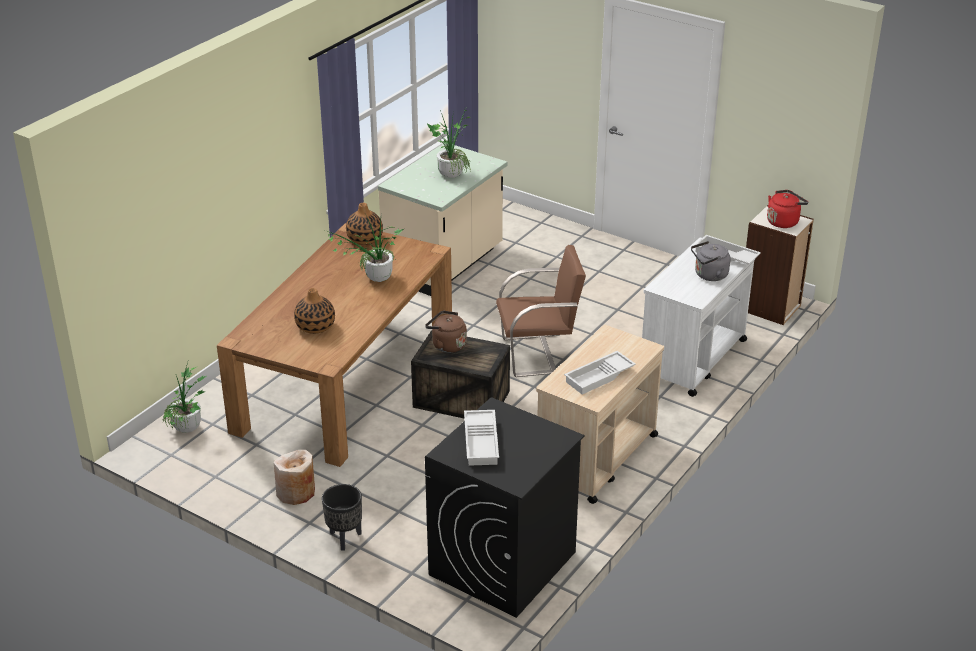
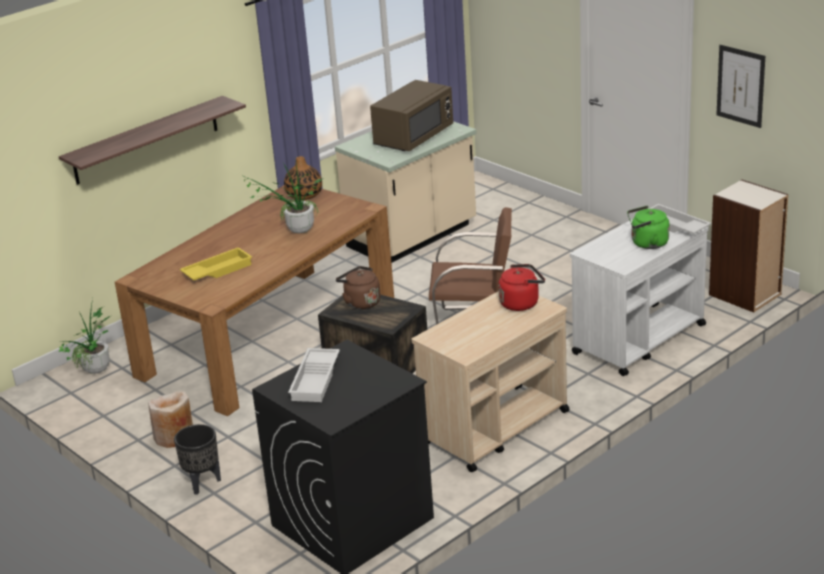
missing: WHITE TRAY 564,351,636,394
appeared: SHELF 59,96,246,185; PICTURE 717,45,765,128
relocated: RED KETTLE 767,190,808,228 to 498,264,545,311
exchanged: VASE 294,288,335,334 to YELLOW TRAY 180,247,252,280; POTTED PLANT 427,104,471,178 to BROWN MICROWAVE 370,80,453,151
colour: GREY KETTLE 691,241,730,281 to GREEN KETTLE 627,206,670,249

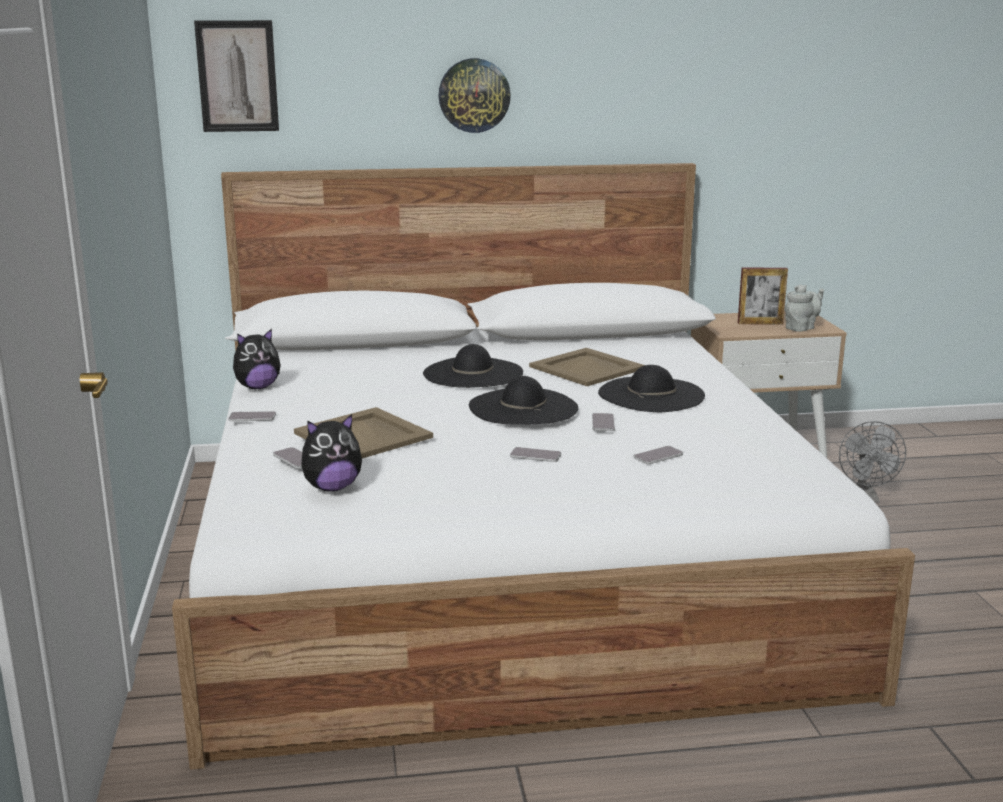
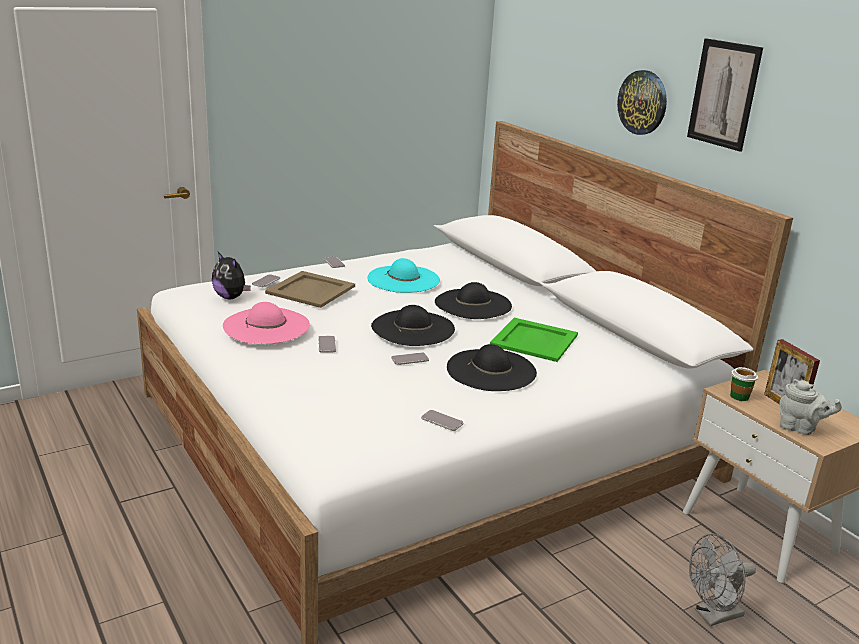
missing: PLUSH TOY 233,329,280,389
appeared: PINK HAT 223,302,310,344; TURQUOISE HAT 368,258,440,293; CUP 730,367,758,401
relocated: PHONE 634,446,683,464 to 421,410,464,431; PICTURE 194,20,279,132 to 687,38,763,152
colour: BEIGE TRAY 529,348,645,386 to GREEN TRAY 490,318,578,362

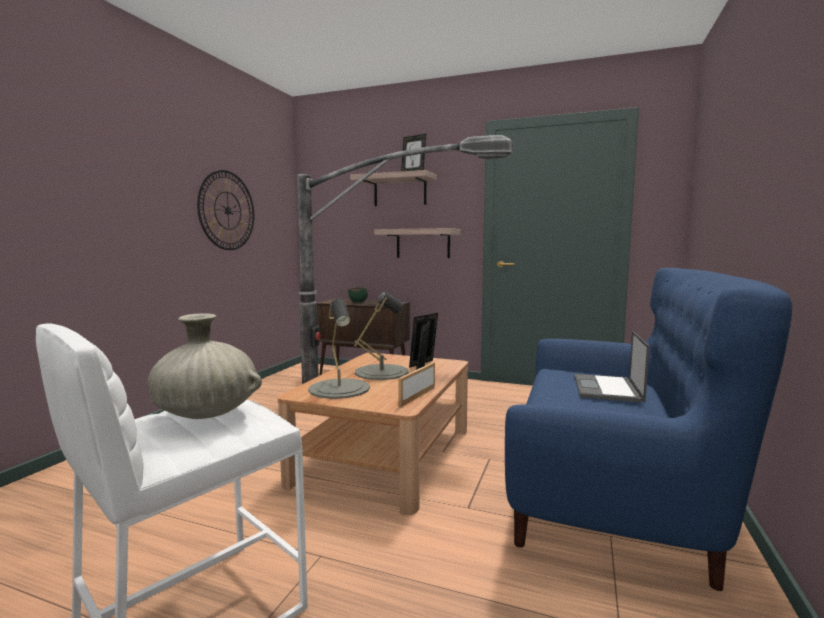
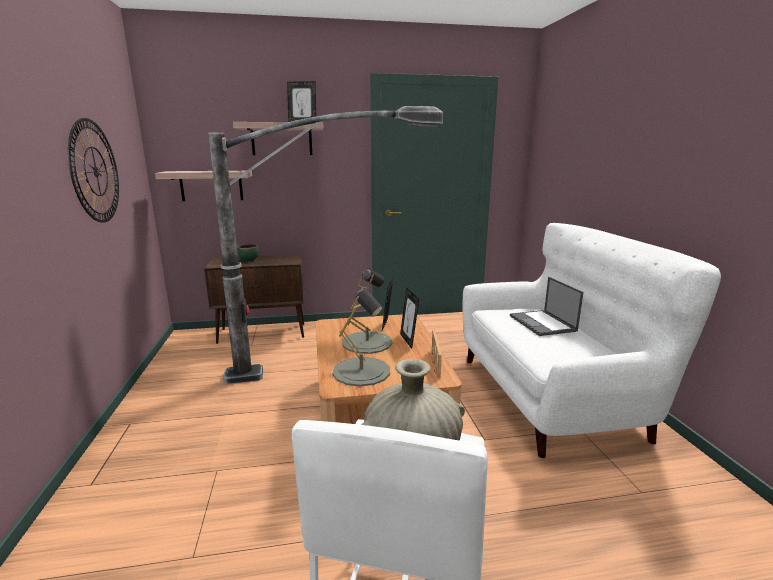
relocated: SHELF 374,228,461,258 to 155,171,252,201
colour: BLUE SOFA 505,268,792,591 to WHITE SOFA 463,223,721,458

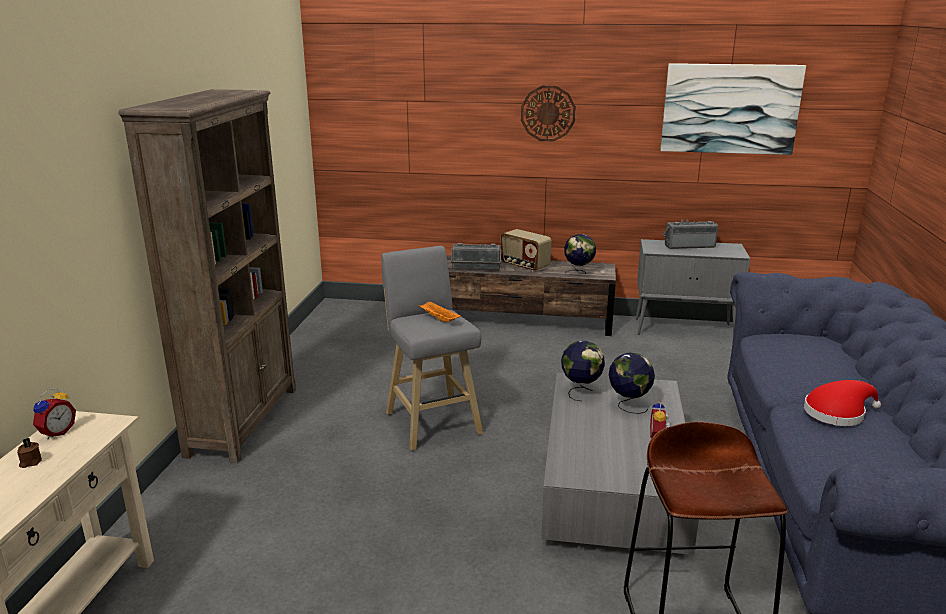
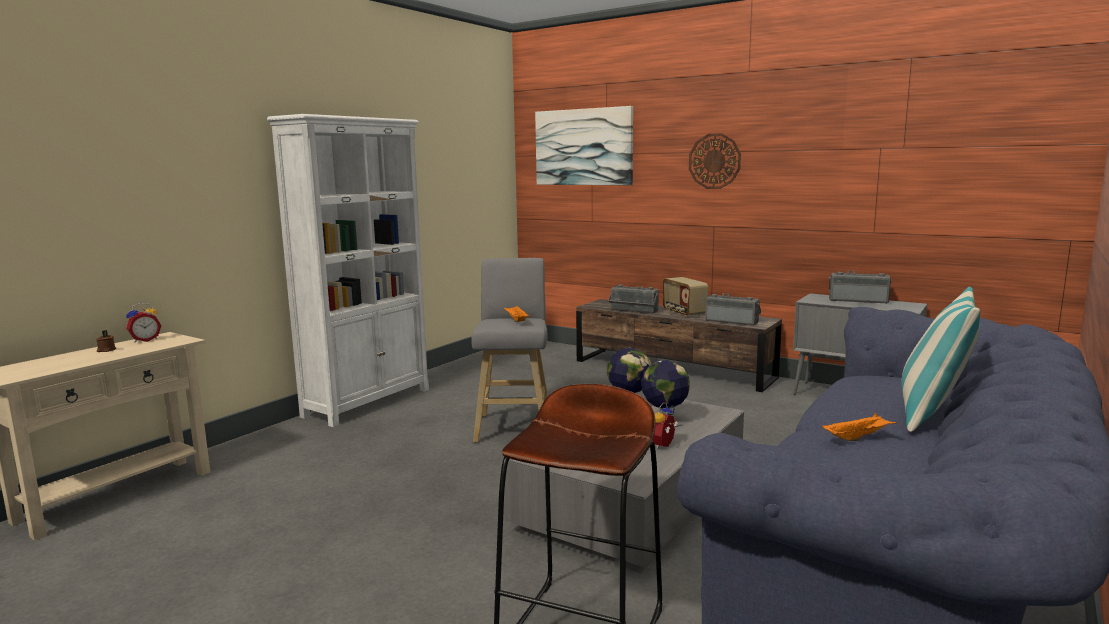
appeared: PILLOW 901,287,980,432
relocated: PICTURE 660,63,806,155 to 535,106,633,185
exchanged: GLOBE 564,234,596,274 to RADIO 705,293,761,326; RED HAT 804,380,881,426 to ORANGE TRAY 822,413,896,441
colour: BROWN BOOKCASE 118,89,296,463 to WHITE BOOKCASE 267,114,429,427

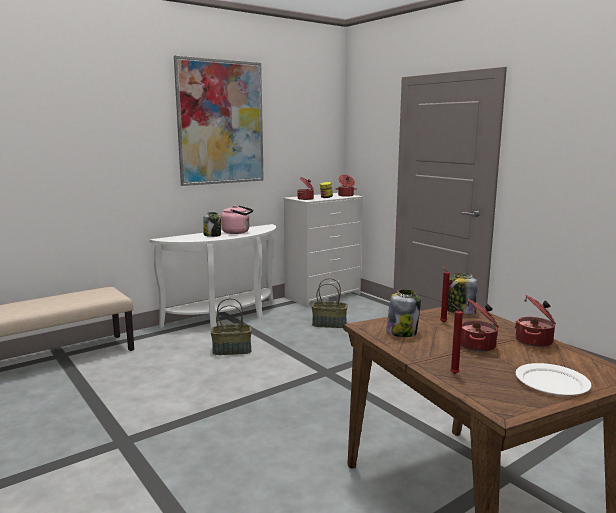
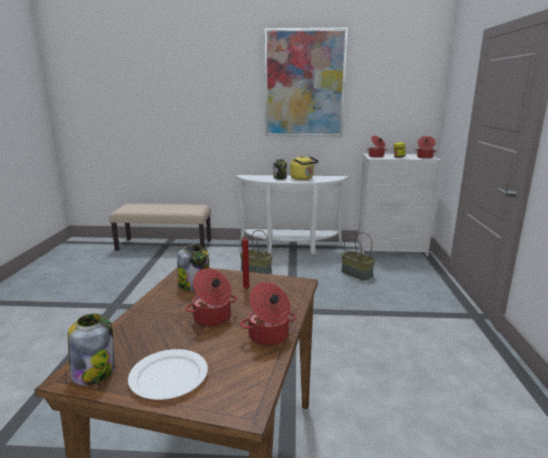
missing: RED CANDLE 450,303,463,374
relocated: JAR 447,273,478,315 to 68,314,114,385
colour: PINK KETTLE 221,206,253,234 to YELLOW KETTLE 290,156,319,180

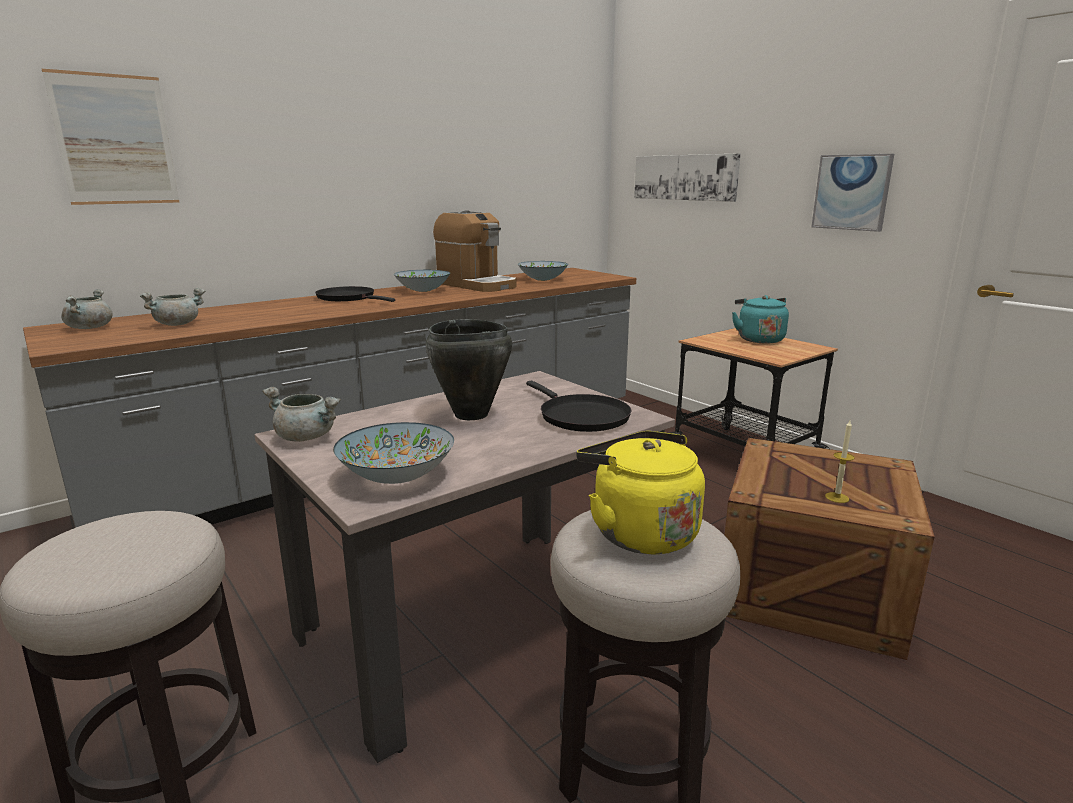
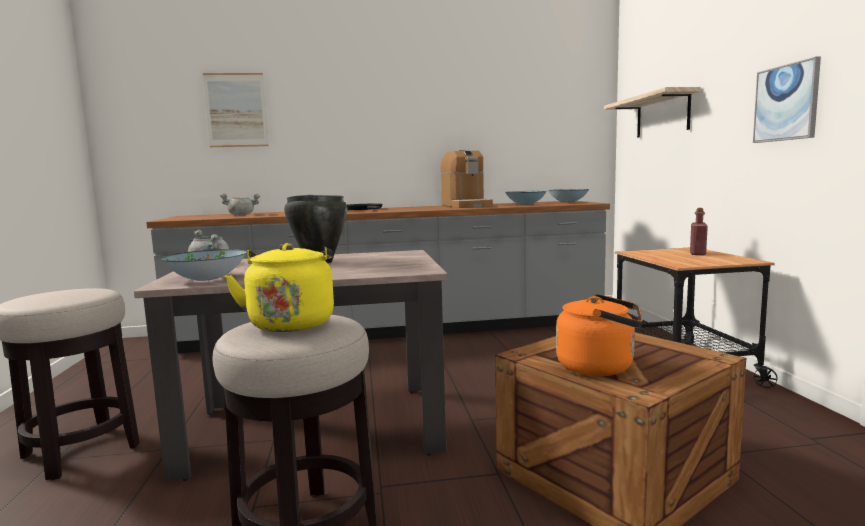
missing: GREY COOKING POT 62,289,113,329; BLACK FRYING PAN 526,381,631,432
relocated: BOWL 394,270,450,292 to 548,189,589,202
exchanged: CANDLE 825,421,855,503 to ORANGE KETTLE 556,294,643,376; PICTURE 634,153,741,202 to SHELF 604,87,701,138; TURQUOISE KETTLE 732,295,789,344 to RED BOTTLE 690,208,708,255

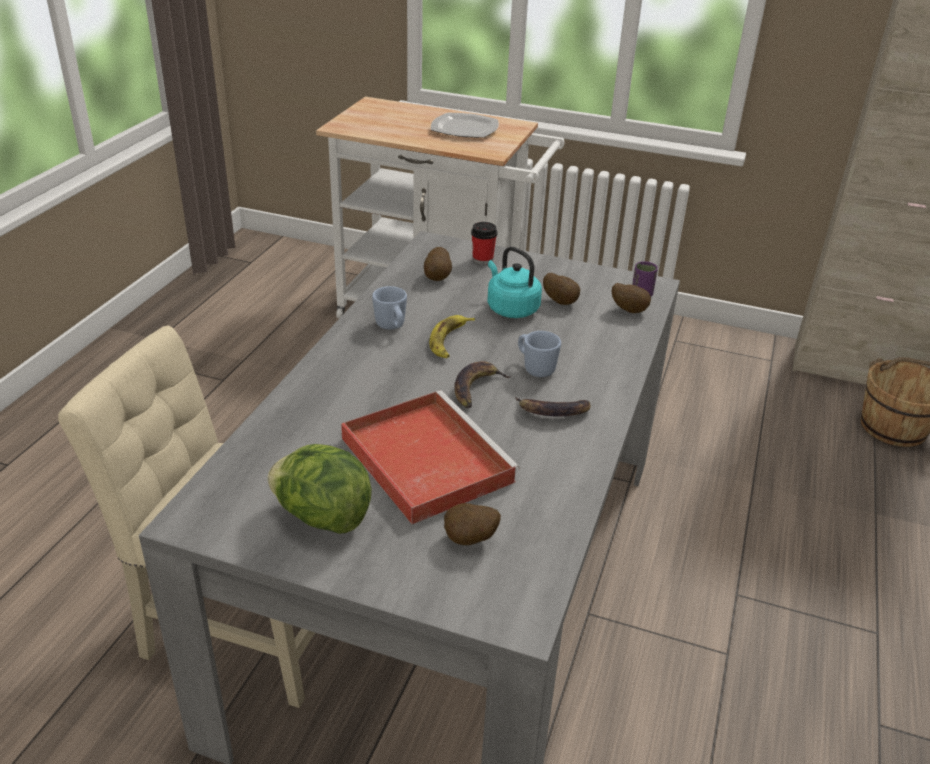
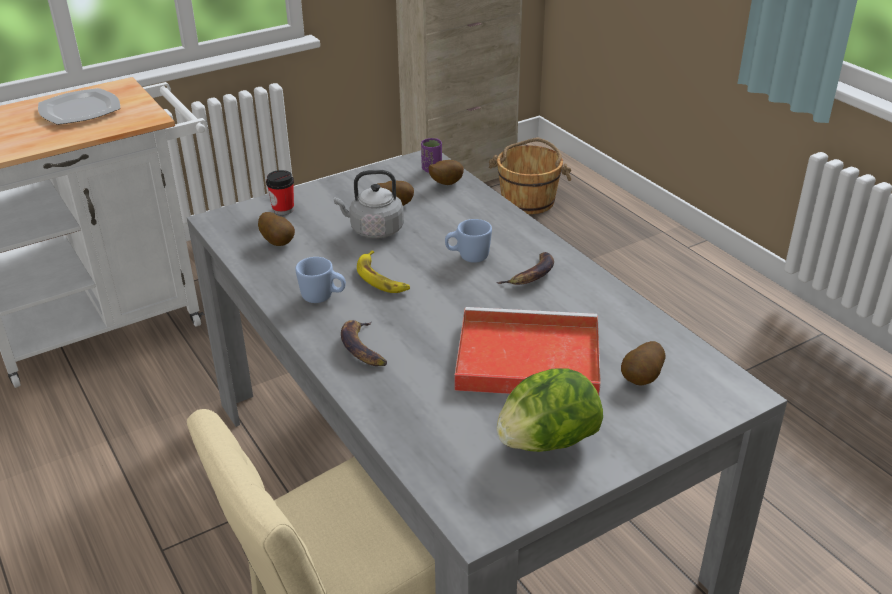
relocated: BANANA 454,361,512,408 to 341,320,387,366
colour: TURQUOISE KETTLE 487,247,542,318 to GREY KETTLE 334,170,404,239

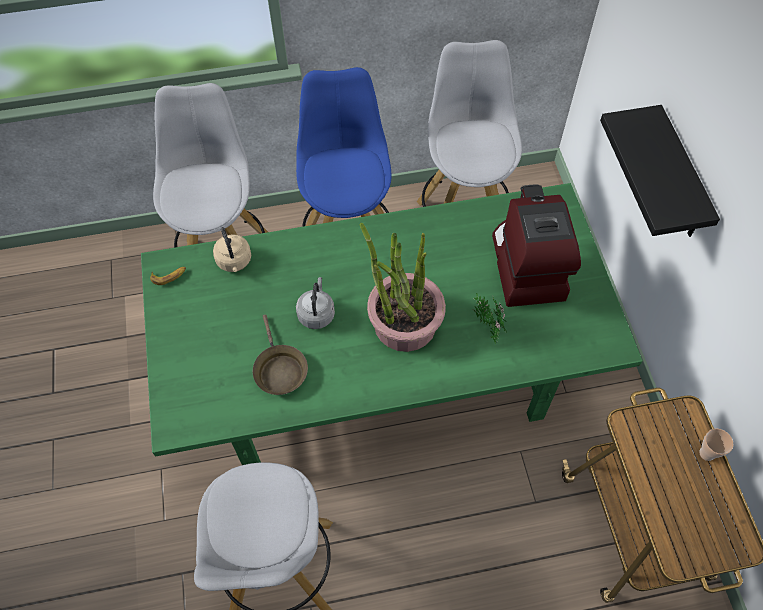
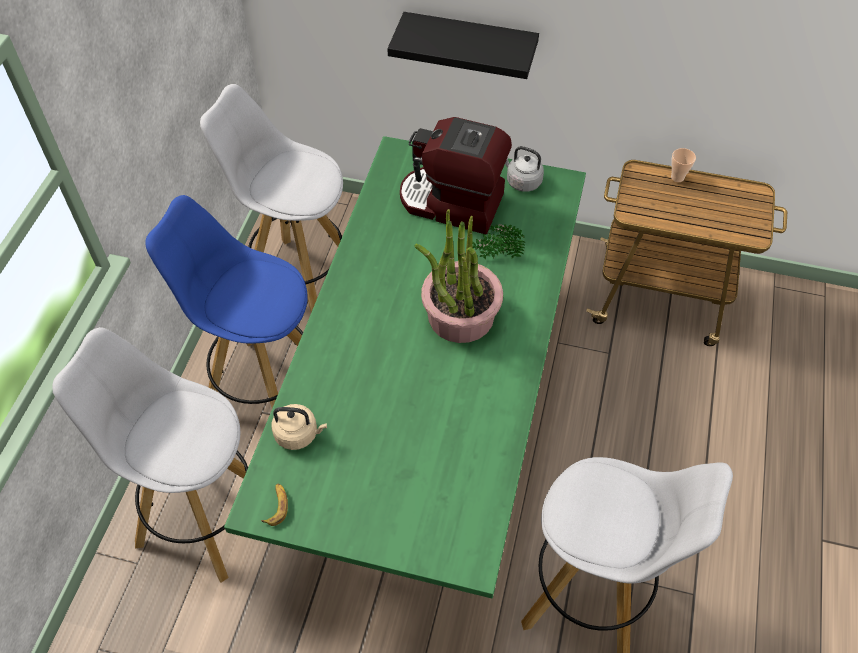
missing: BROWN FRYING PAN 253,315,308,395
relocated: GREY KETTLE 296,277,335,329 to 505,146,544,192

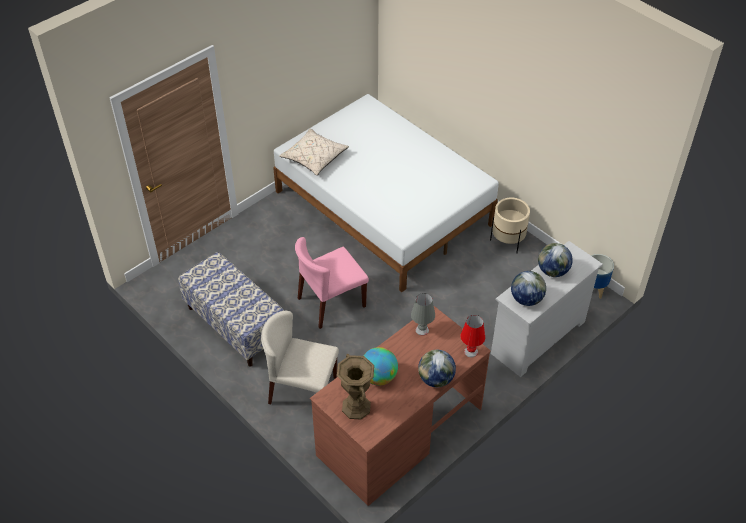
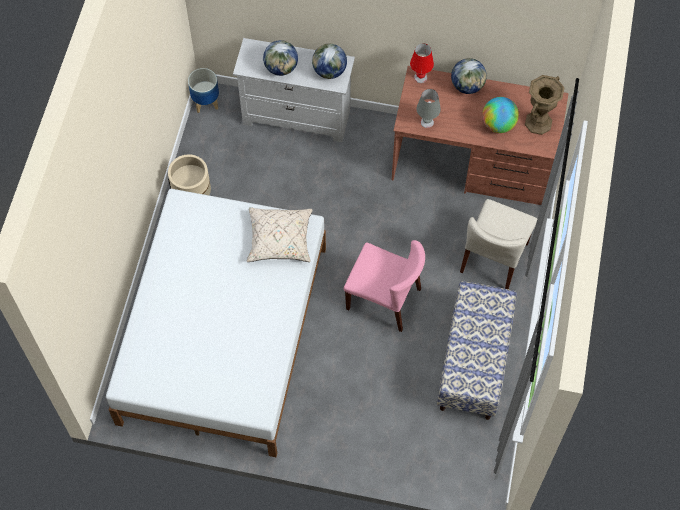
relocated: BEIGE PILLOW 279,128,349,175 to 247,207,312,262
spun: BEIGE CHAIR 261,311,339,404 = 460,199,537,289 45 degrees clockwise

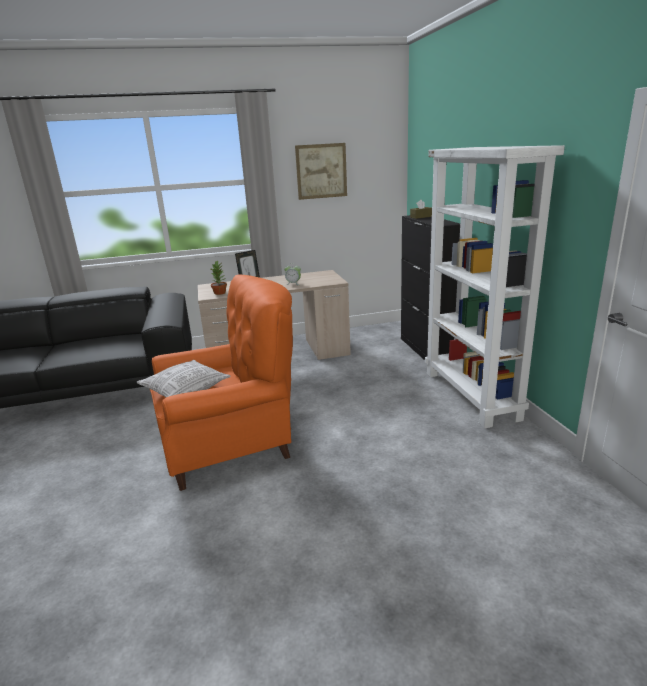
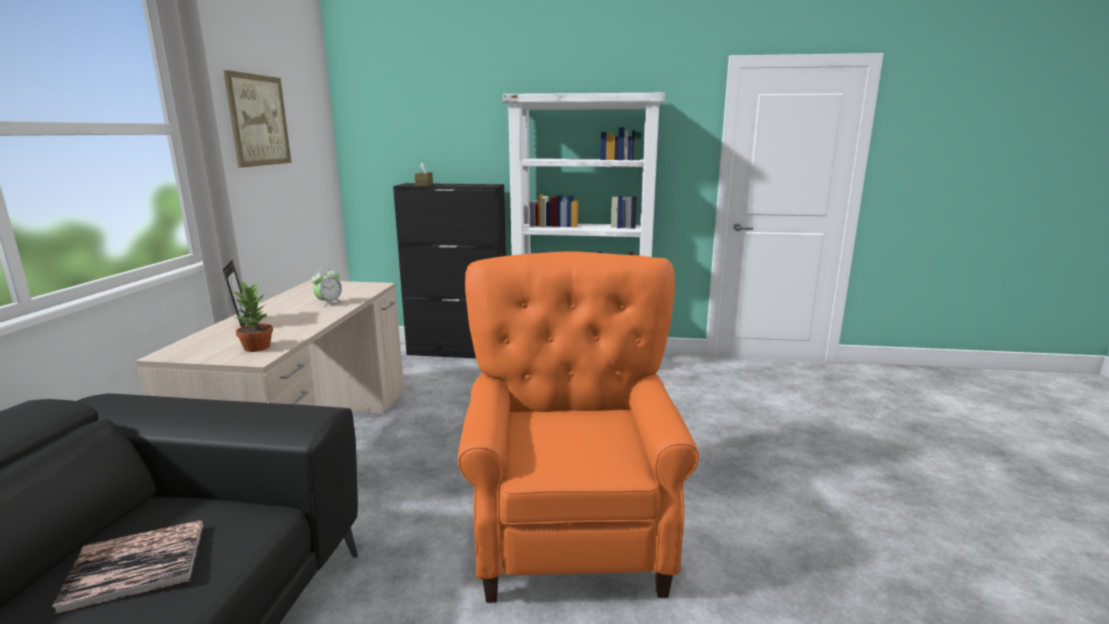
missing: PILLOW 137,360,231,398
appeared: BOOK 52,520,203,614

